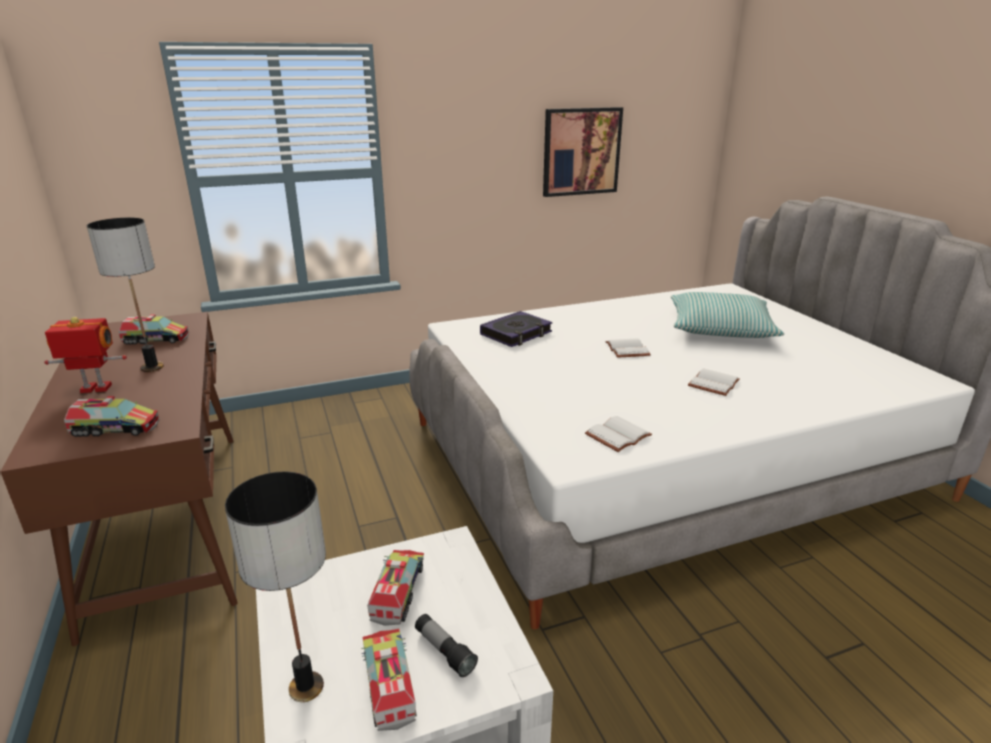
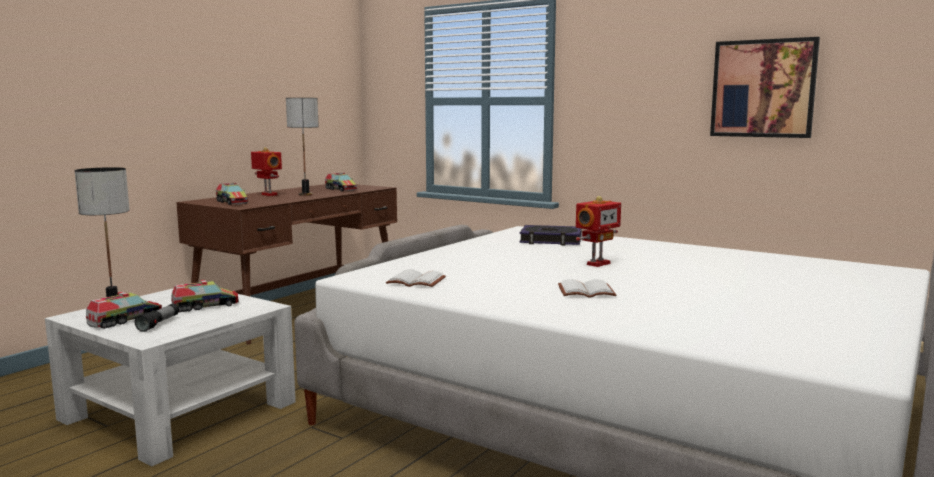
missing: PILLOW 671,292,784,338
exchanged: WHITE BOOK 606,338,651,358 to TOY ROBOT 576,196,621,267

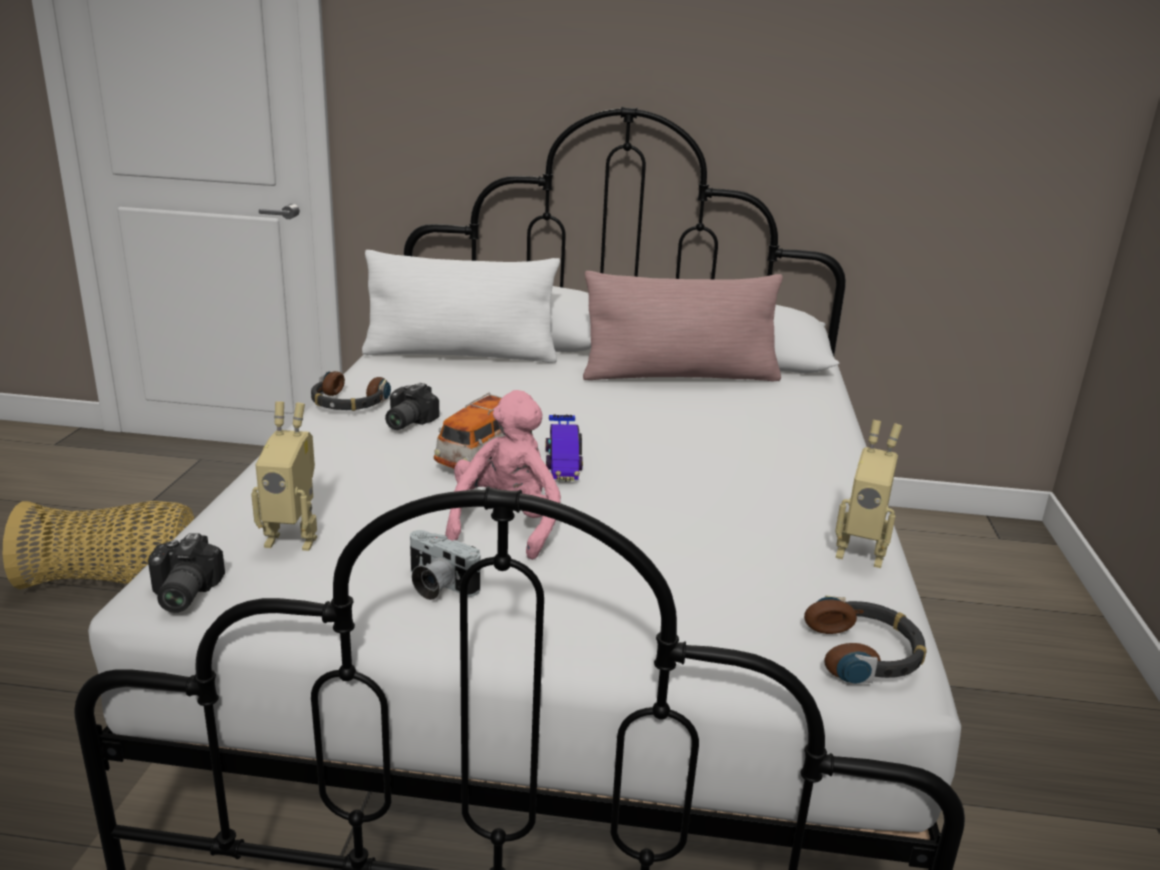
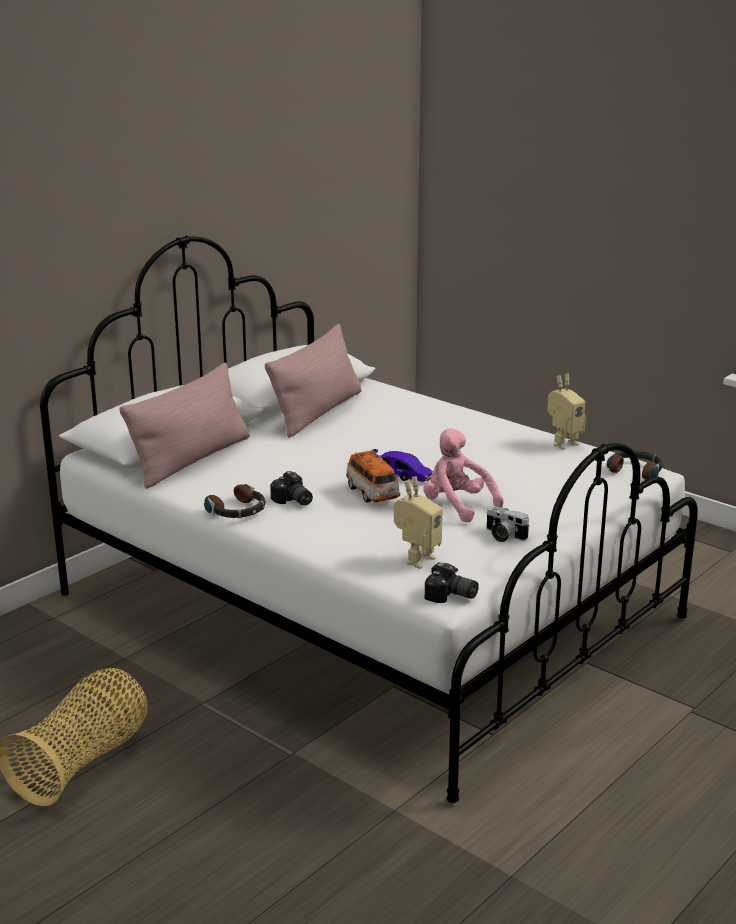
colour: WHITE PILLOW 362,250,560,363 to PINK PILLOW 119,362,250,489
spun: PHOTO CAMERA 410,530,480,600 = 486,506,529,542 60 degrees clockwise

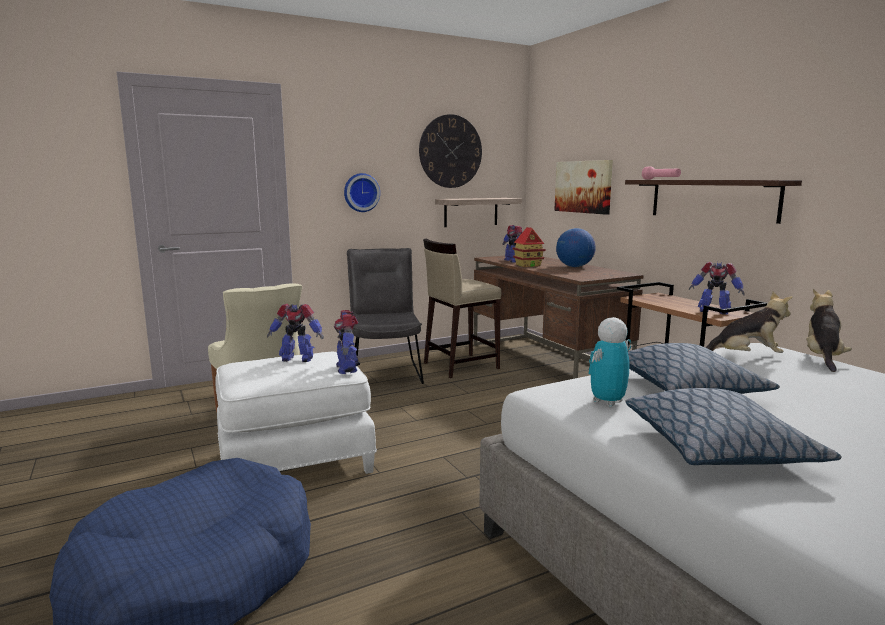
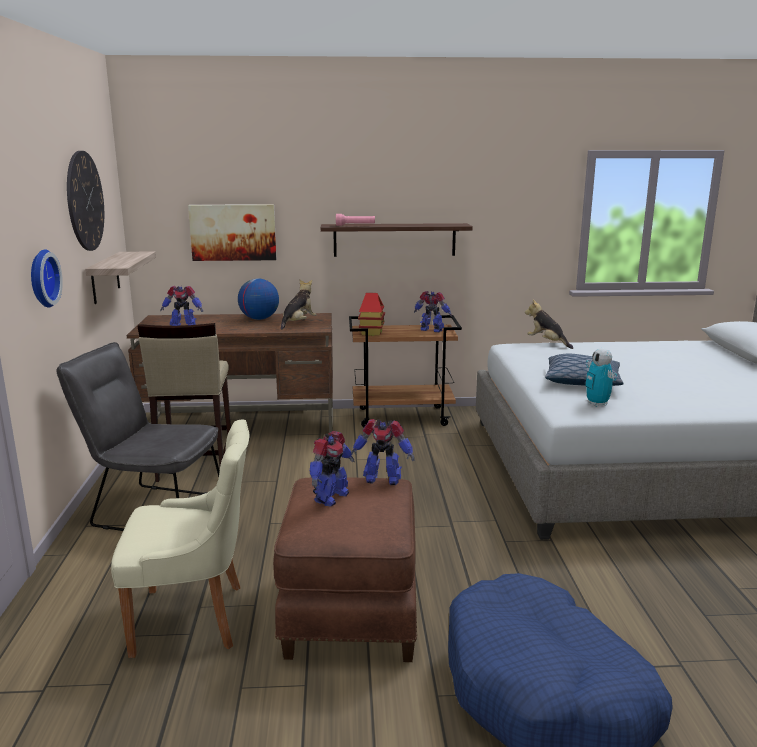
missing: PILLOW 625,388,842,465
relocated: PLUSH TOY 706,292,793,353 to 281,280,317,330; TOY HOUSE 512,227,545,267 to 358,293,385,336
colour: WHITE OTTOMAN 215,352,377,474 to BROWN OTTOMAN 273,478,417,662
spun: TOY ROBOT 689,262,745,315 = 414,291,452,332 120 degrees counterclockwise

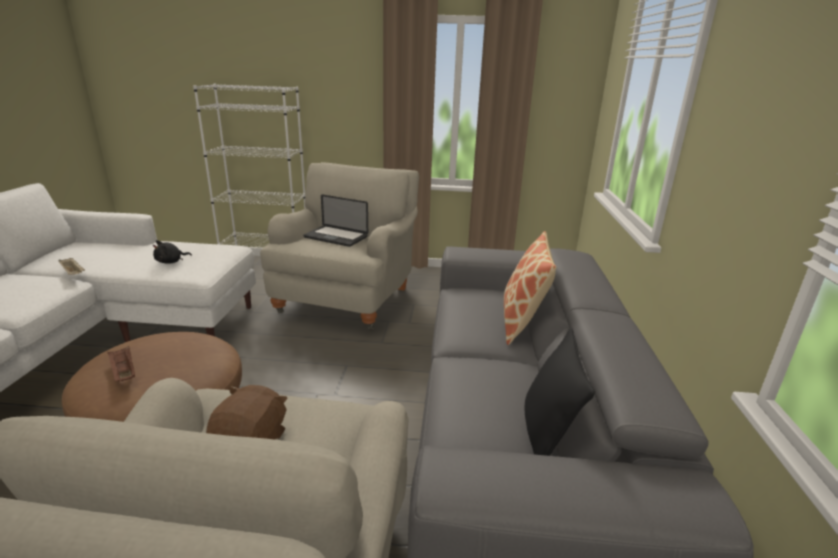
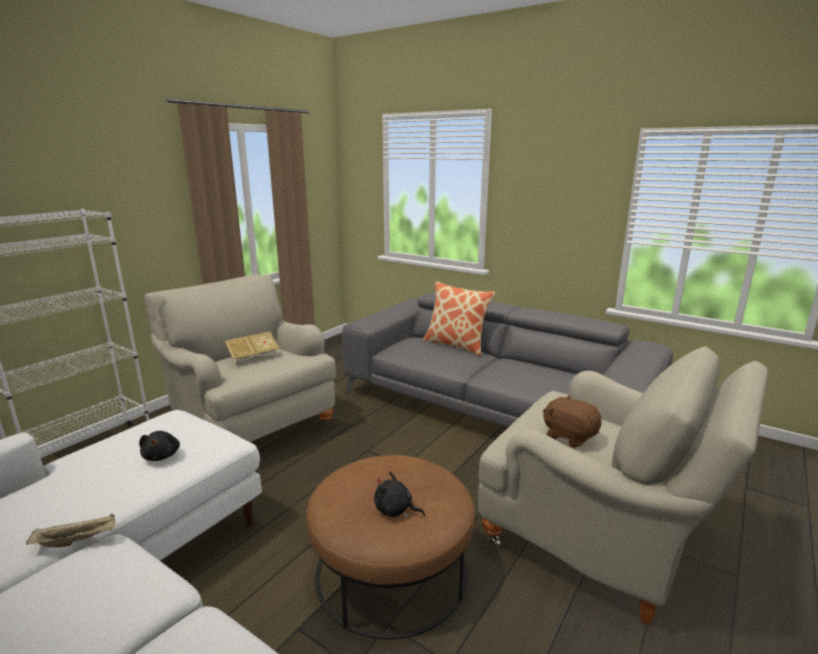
missing: BLACK PILLOW 525,328,595,456
exchanged: LAPTOP 303,195,368,247 to BOOK 225,332,279,365; BROWN TRAY 108,346,135,381 to BLACK PLUSH TOY 374,472,425,518

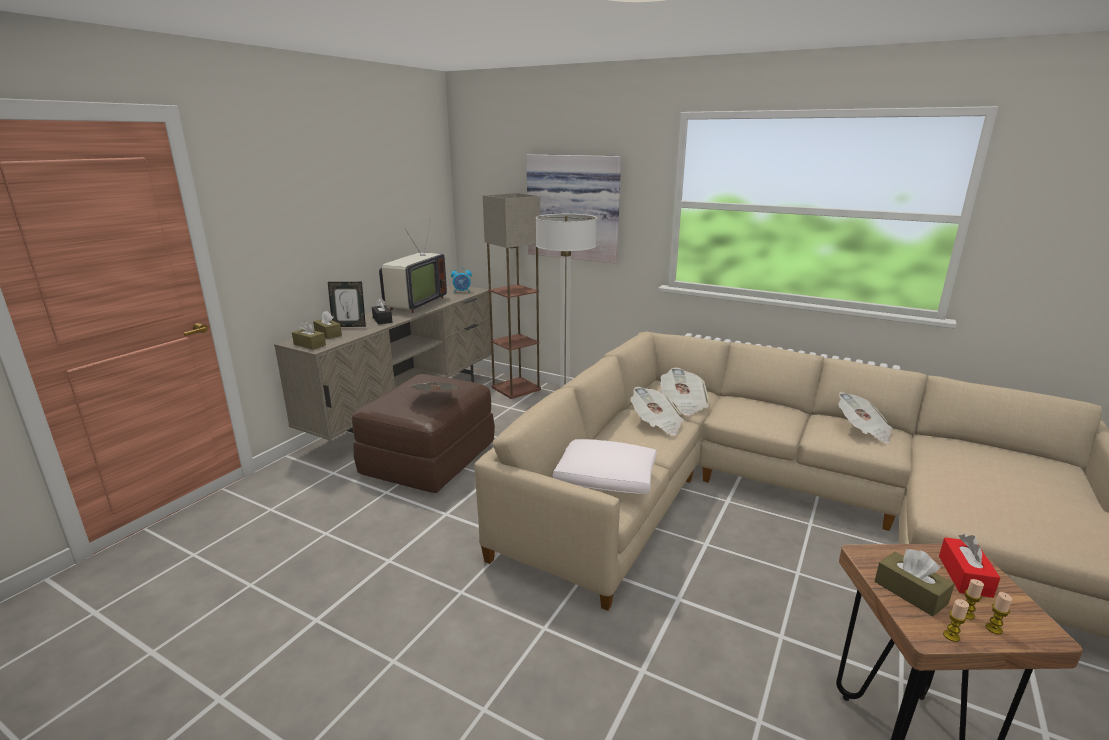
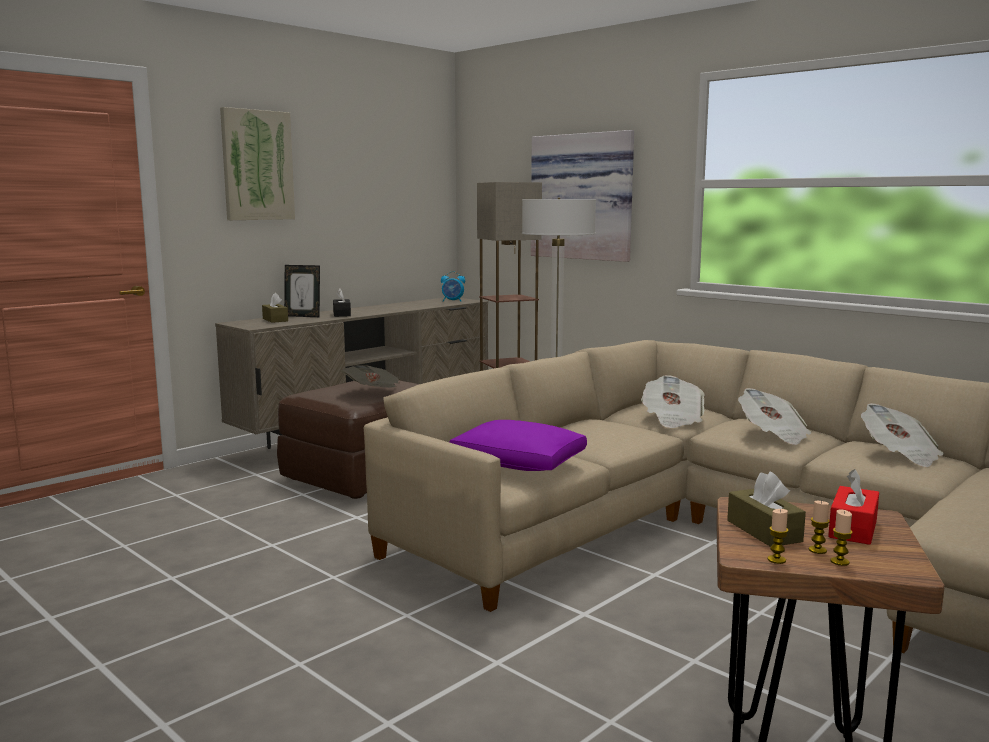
missing: BROWN TISSUE BOX 292,321,326,350; TELEVISION 379,219,447,313
appeared: PICTURE 220,107,295,220
relocated: NEWSPAPER 630,387,684,436 to 738,388,812,445
colour: WHITE PILLOW 553,439,657,494 to PURPLE PILLOW 449,420,587,471

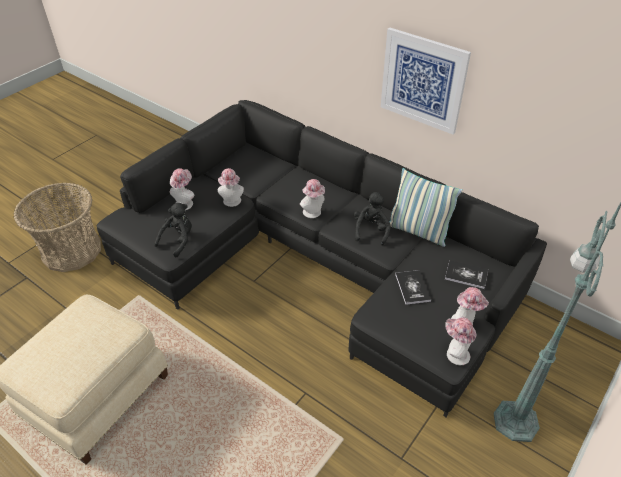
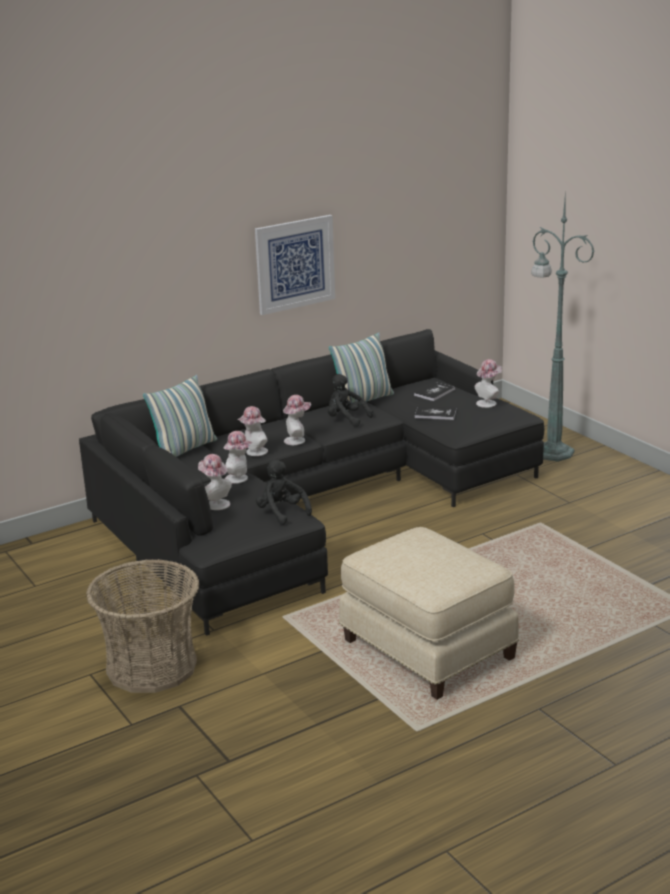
appeared: PILLOW 143,375,217,457
relocated: HAT 445,317,476,365 to 237,406,268,456

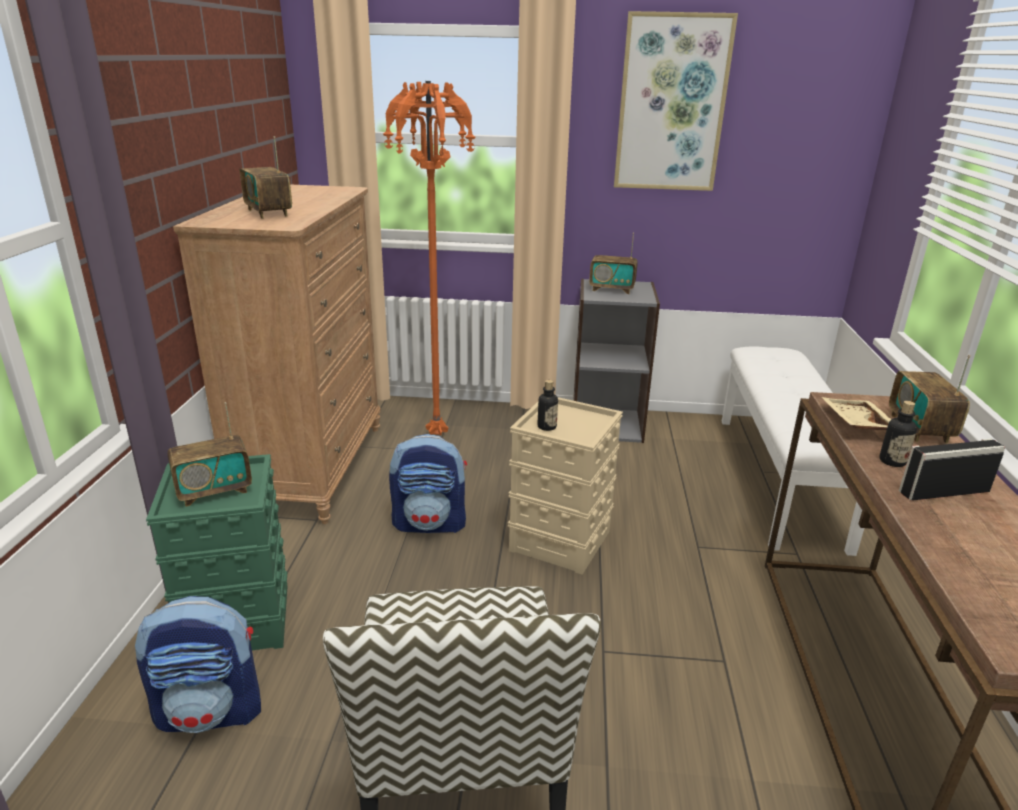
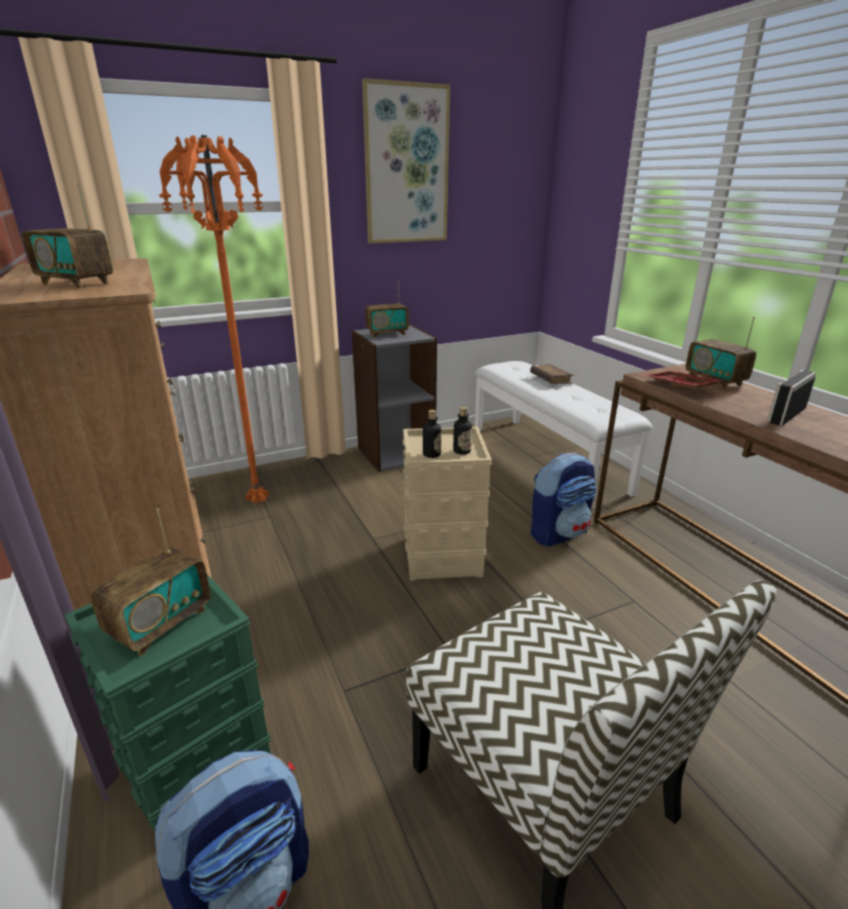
appeared: BROWN BOOK 530,364,574,384
relocated: BOTTLE 879,401,917,467 to 453,407,472,455; BACKPACK 389,434,467,533 to 531,453,597,546
colour: BEIGE TRAY 822,397,891,430 to RED TRAY 644,371,725,388

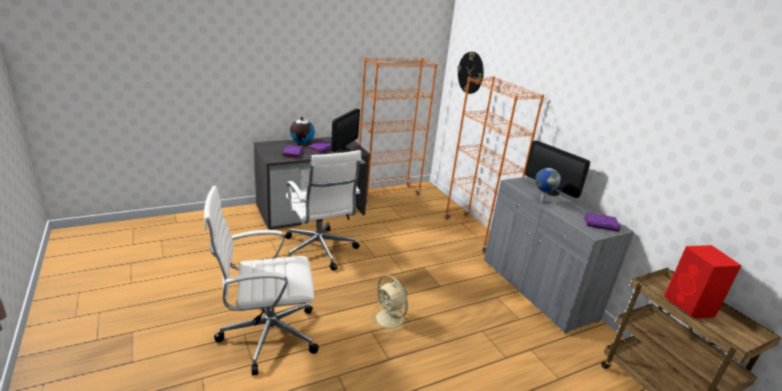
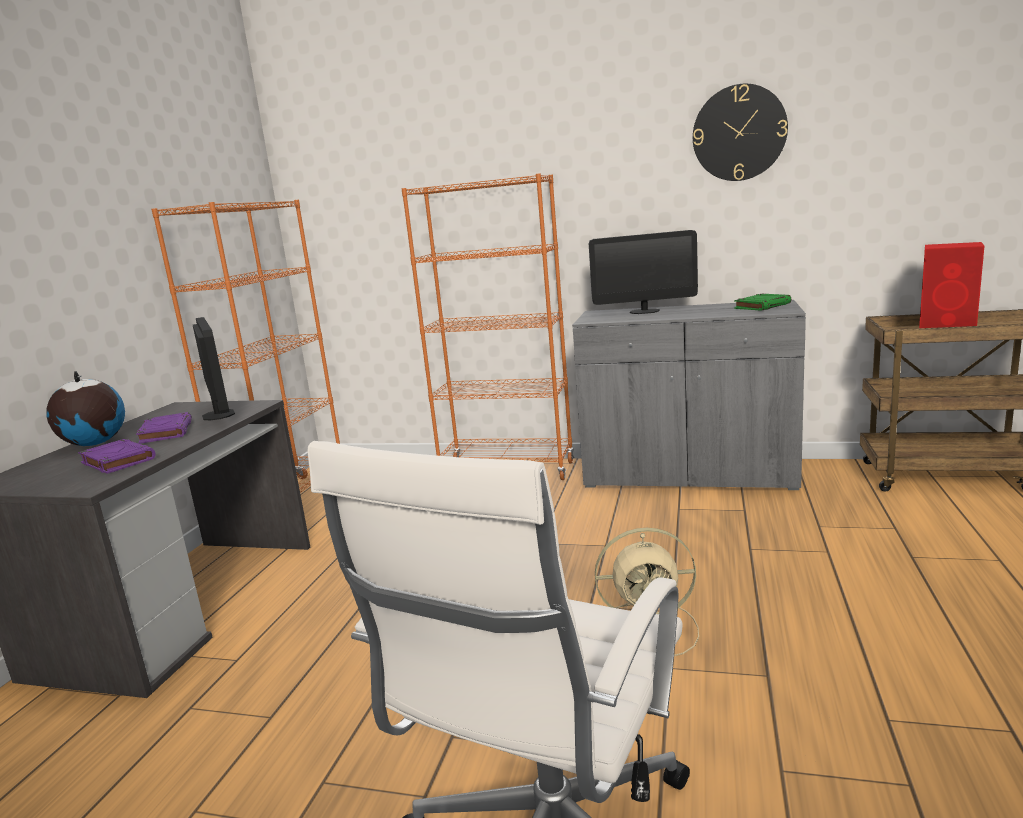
missing: WHITE OFFICE CHAIR 285,150,361,270; GLOBE 535,168,561,202
relocated: WALL CLOCK 457,52,484,94 to 693,84,788,181
colour: PURPLE BOOK 584,212,620,232 to GREEN BOOK 734,294,791,311

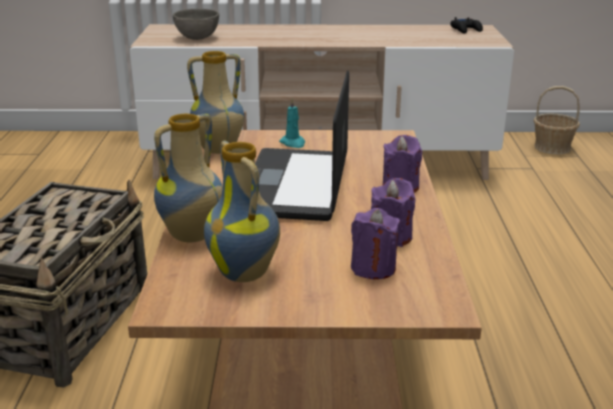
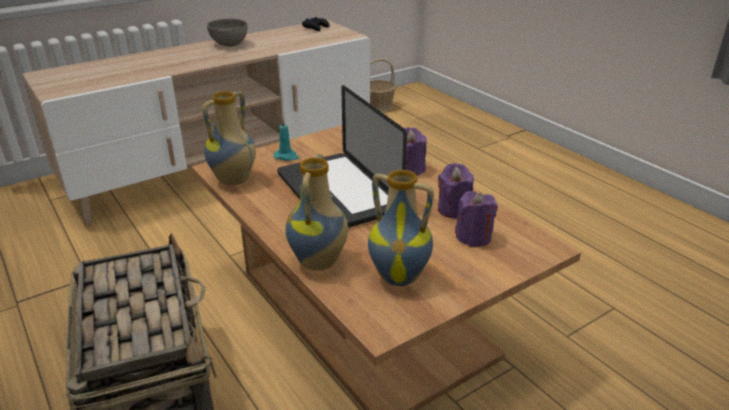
relocated: GREY BOWL 173,9,219,40 to 207,19,247,46

